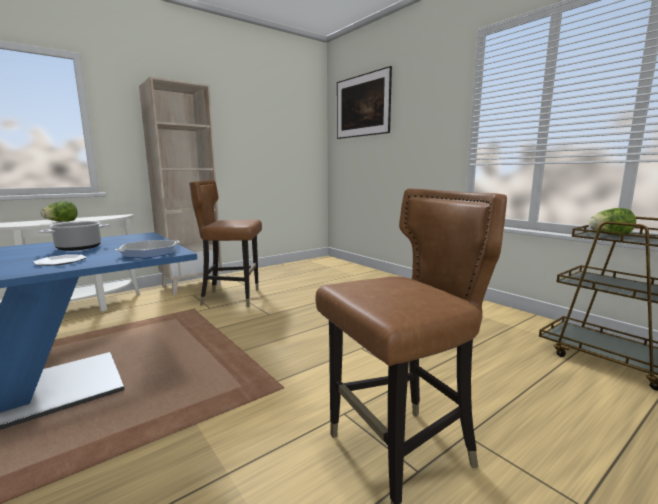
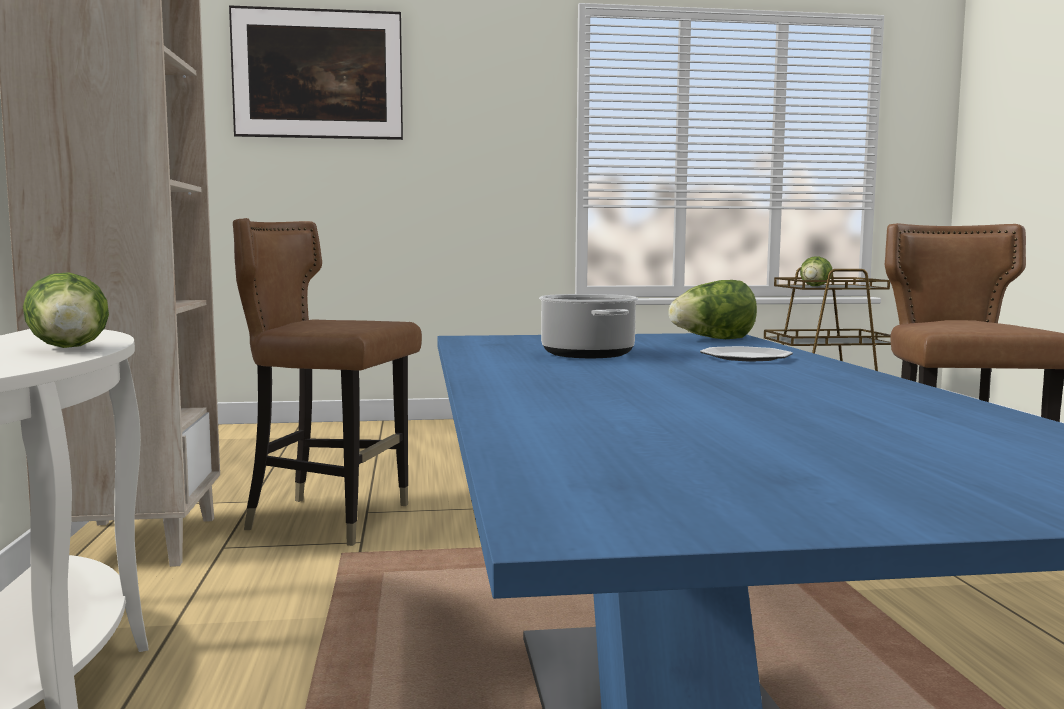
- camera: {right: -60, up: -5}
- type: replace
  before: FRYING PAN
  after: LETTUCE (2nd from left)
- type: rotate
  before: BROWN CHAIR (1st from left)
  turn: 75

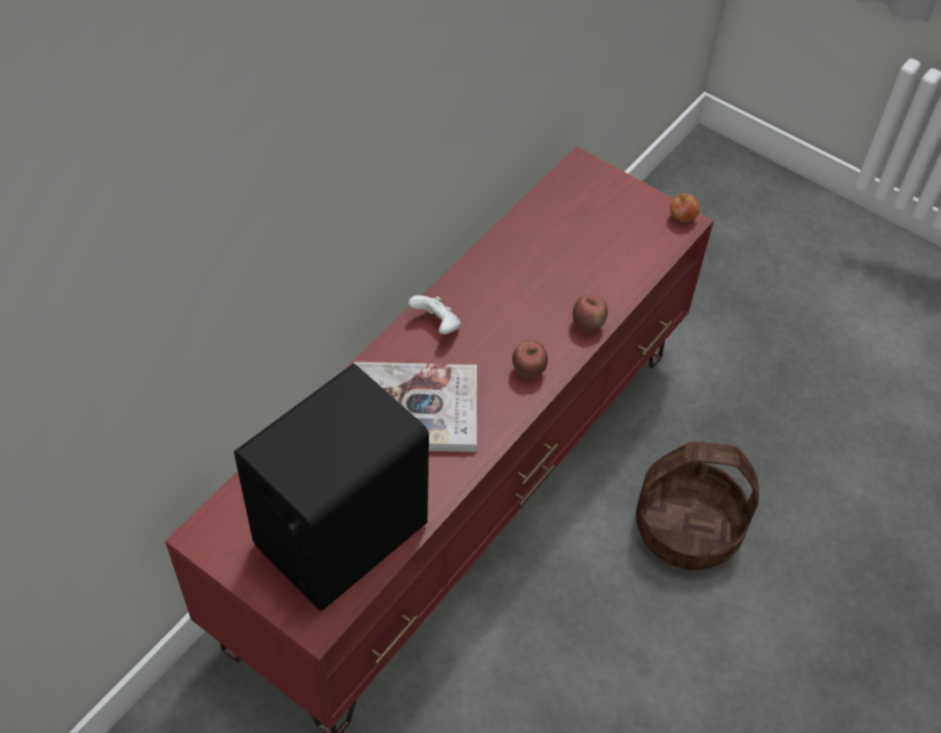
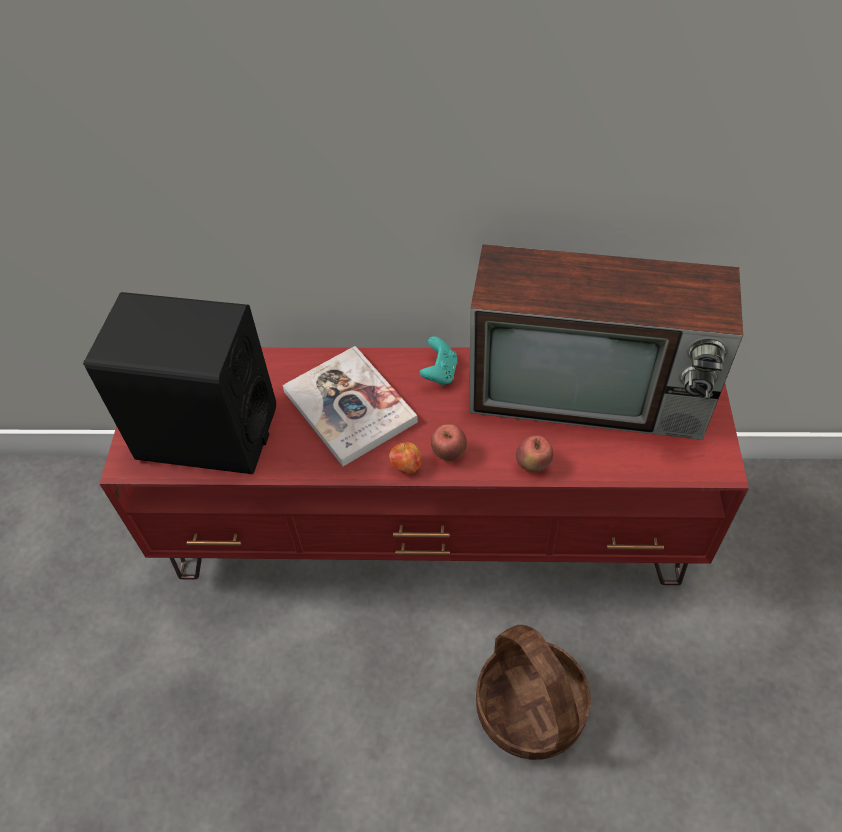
- camera: {right: 60, up: 0}
- type: insert
  after: TELEVISION
- type: move
  before: APPLE (3rd from left in the first image)
  after: APPLE (1st from left)
- type: recolor
  before: WHITE GAME CONTROLLER
  after: TURQUOISE GAME CONTROLLER

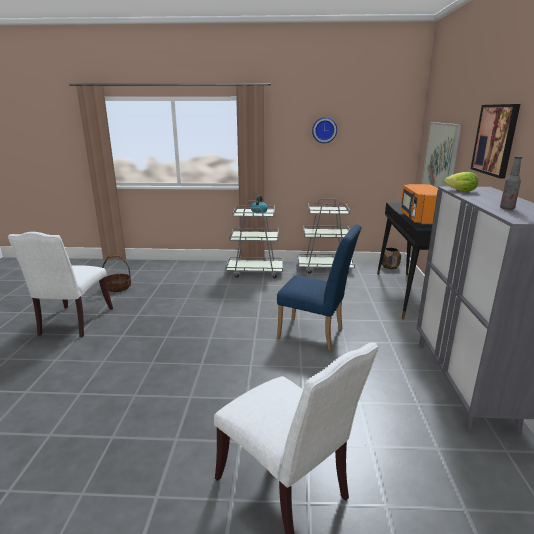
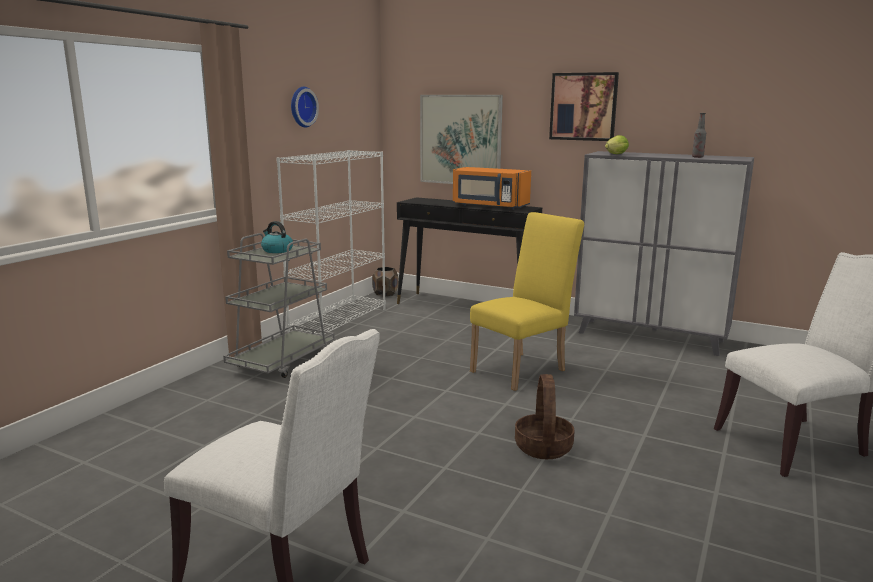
- camera: {right: -65, up: -5}
- type: move
  before: BASKET
- type: replace
  before: GREY CART (2nd from left)
  after: WHITE BOOKCASE
- type: recolor
  before: BLUE CHAIR
  after: YELLOW CHAIR

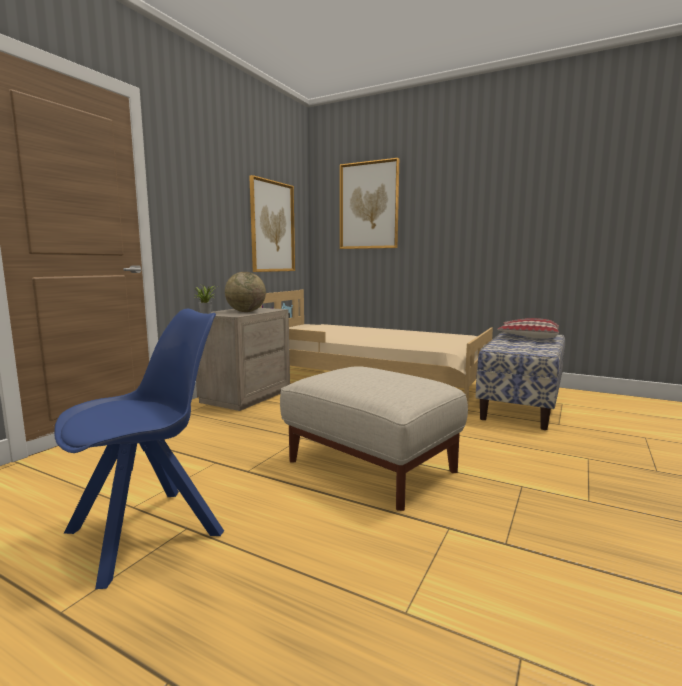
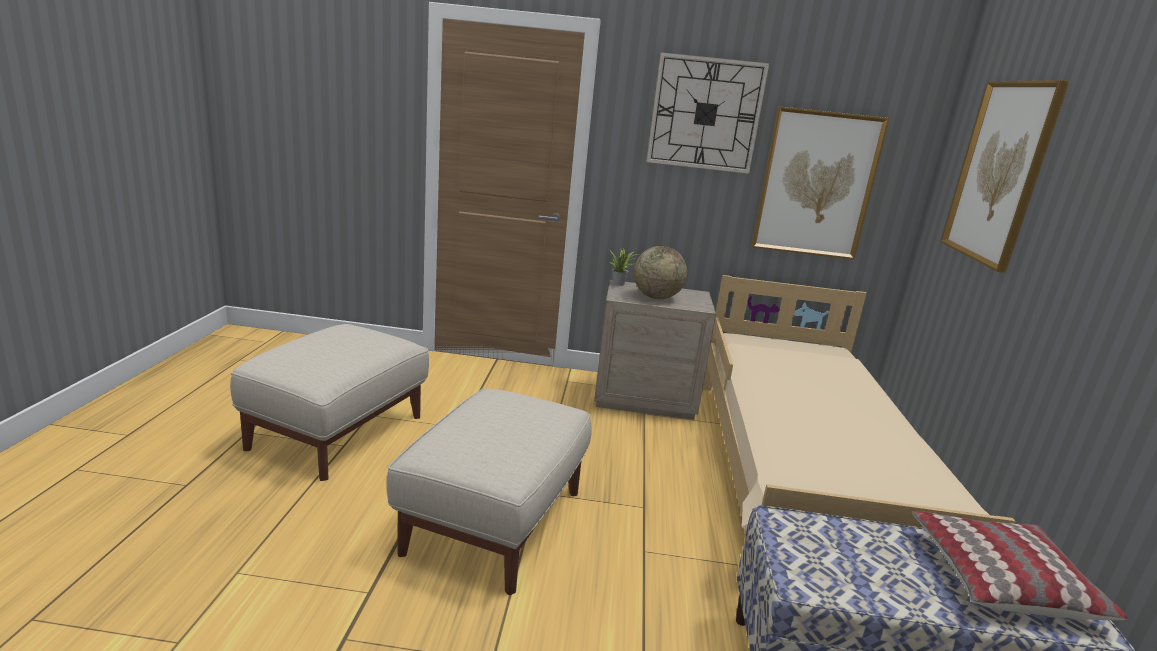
- camera: {right: 65, up: 10}
- type: insert
  after: WALL CLOCK
- type: replace
  before: BLUE CHAIR
  after: BEIGE OTTOMAN (1st from left)

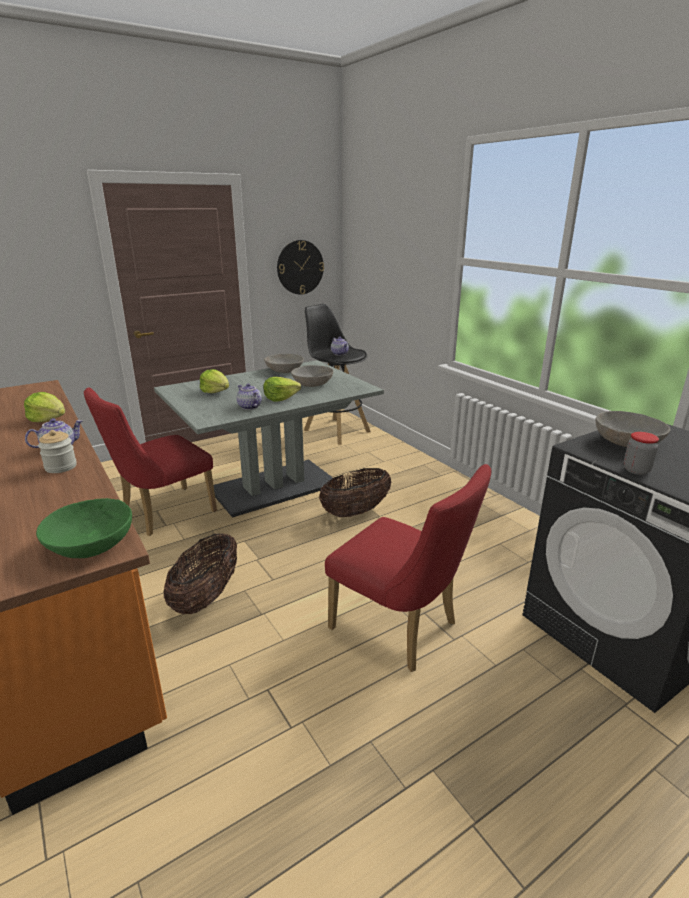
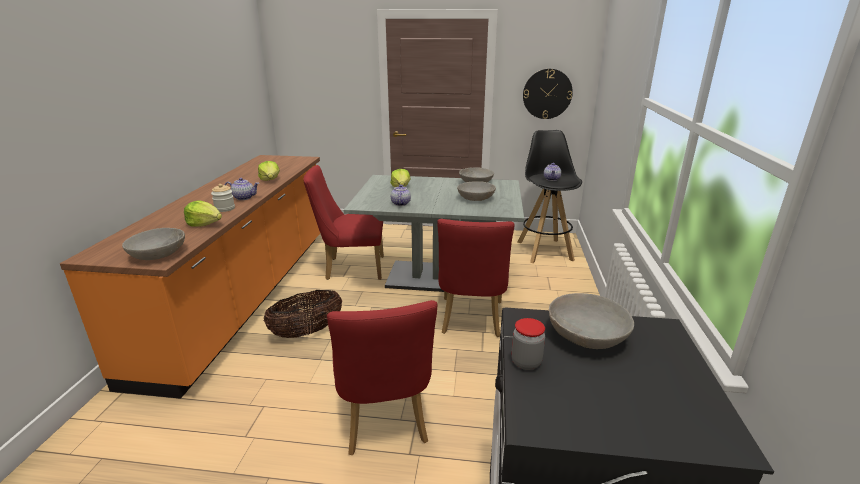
- camera: {right: 40, up: 0}
- type: move
  before: LETTUCE (3rd from left in the first image)
  after: LETTUCE (1st from left)
- type: replace
  before: BASKET (2nd from left)
  after: RED CHAIR (3rd from left)
- type: recolor
  before: GREEN BOWL
  after: GREY BOWL (1st from left)

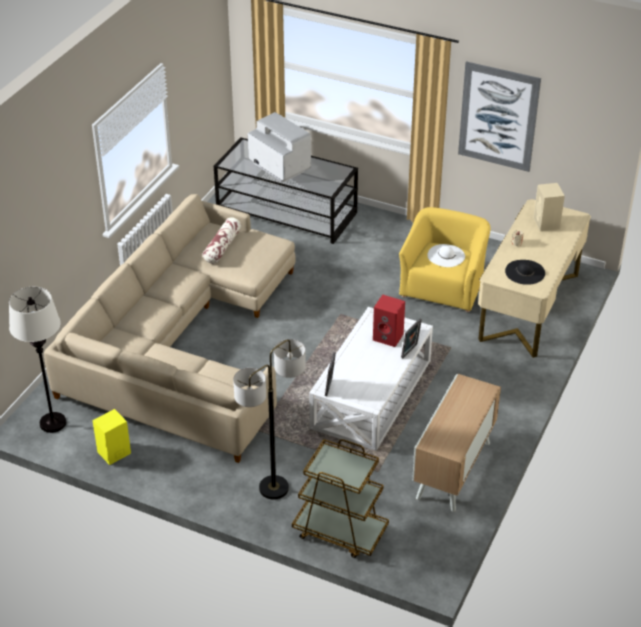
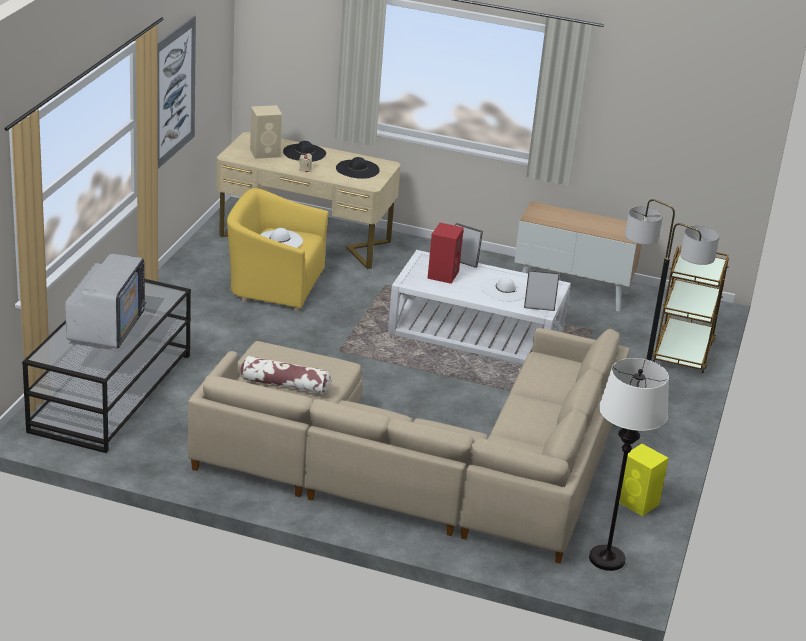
- camera: {right: -100, up: -10}
- type: insert
  after: BLACK HAT (1st from left)
- type: insert
  after: WHITE HAT (2nd from left)
- type: rotate
  before: TELEVISION
  turn: 150

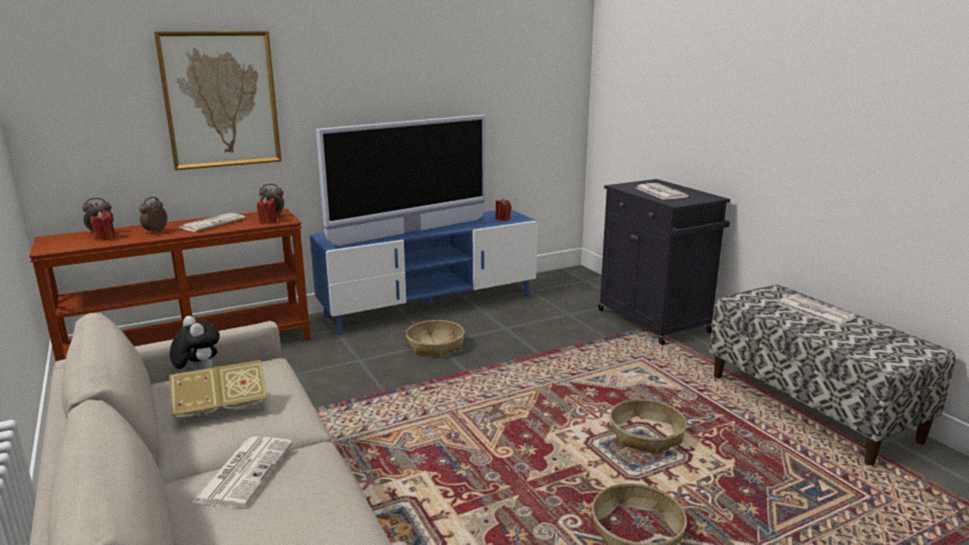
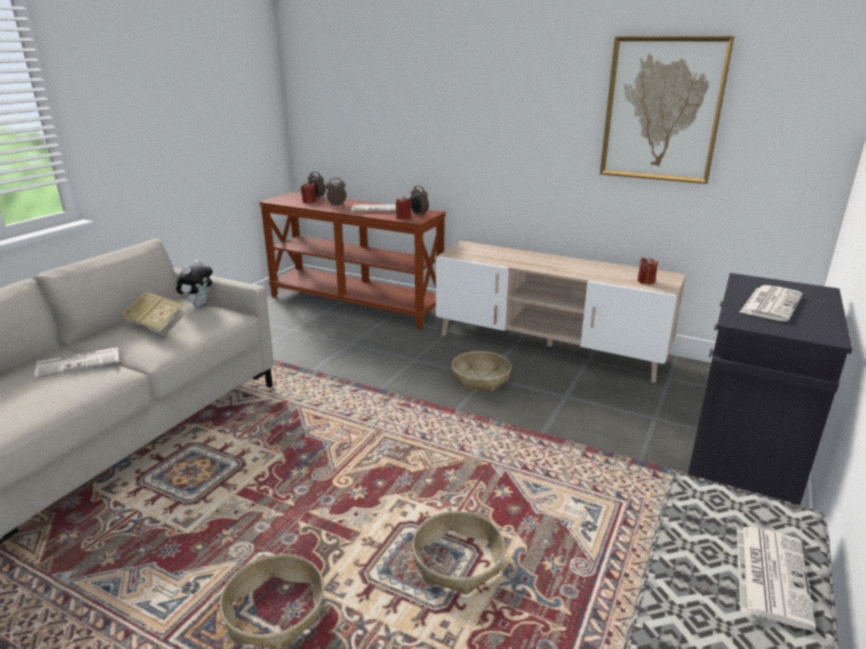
- camera: {right: 55, up: 5}
- type: delete
  before: TELEVISION
- type: move
  before: PICTURE
- type: recolor
  before: BLUE TV STAND
  after: BEIGE TV STAND

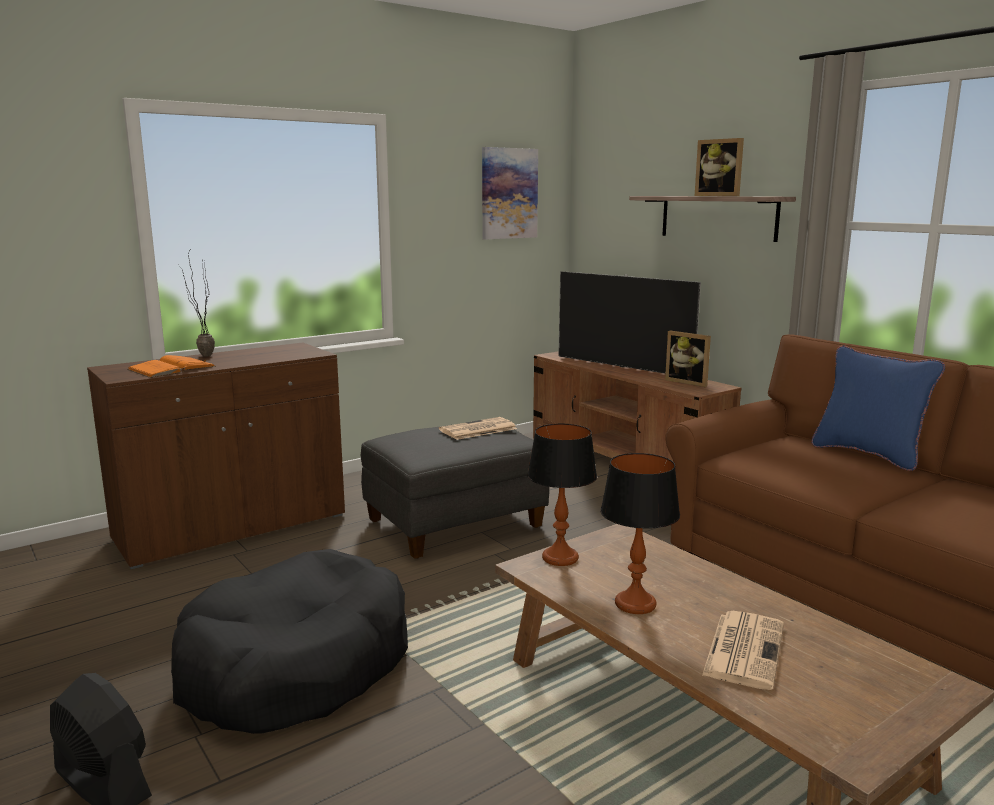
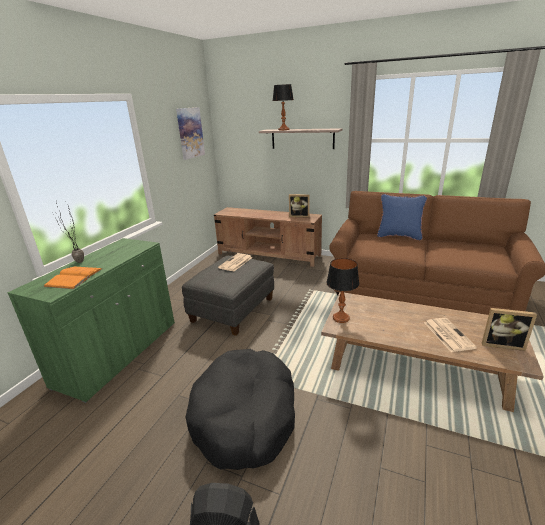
- camera: {right: -30, up: 10}
- type: delete
  before: TELEVISION
- type: move
  before: TABLE LAMP (2nd from left in the first image)
  after: TABLE LAMP (1st from left)
- type: move
  before: PICTURE FRAME (2nd from left)
- type: recolor
  before: BROWN CABINET
  after: GREEN CABINET

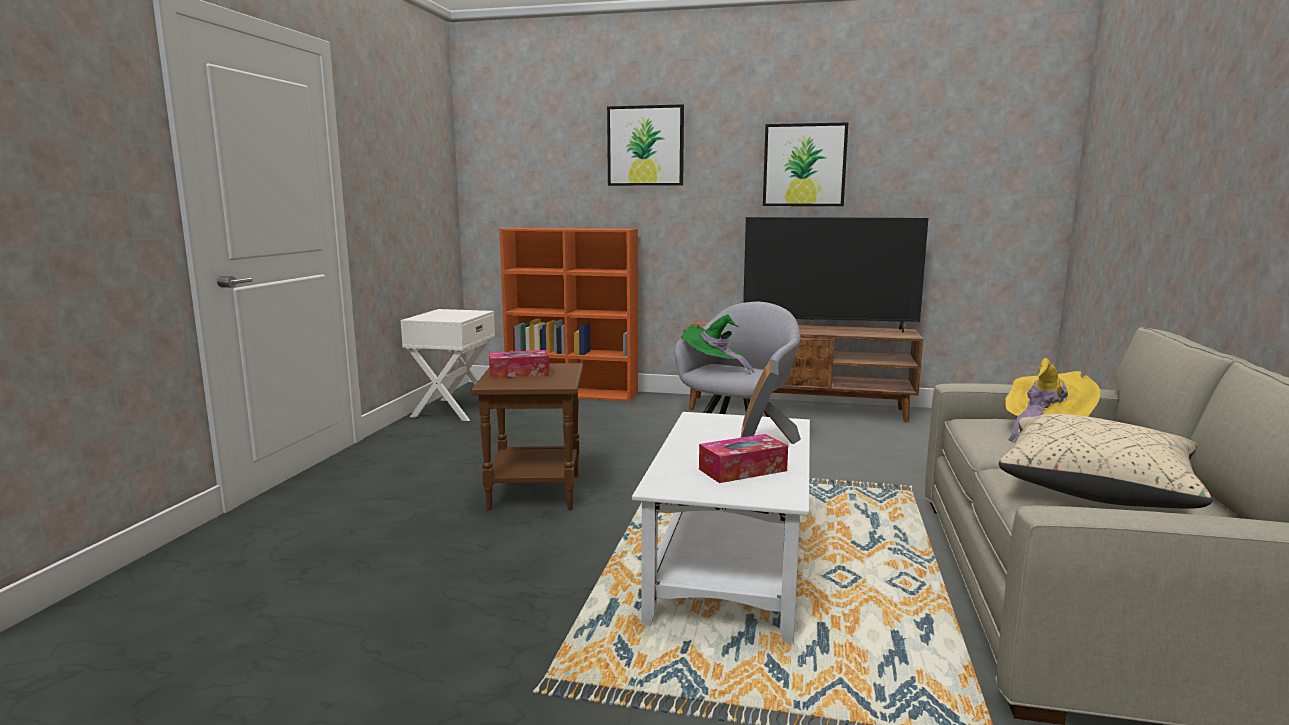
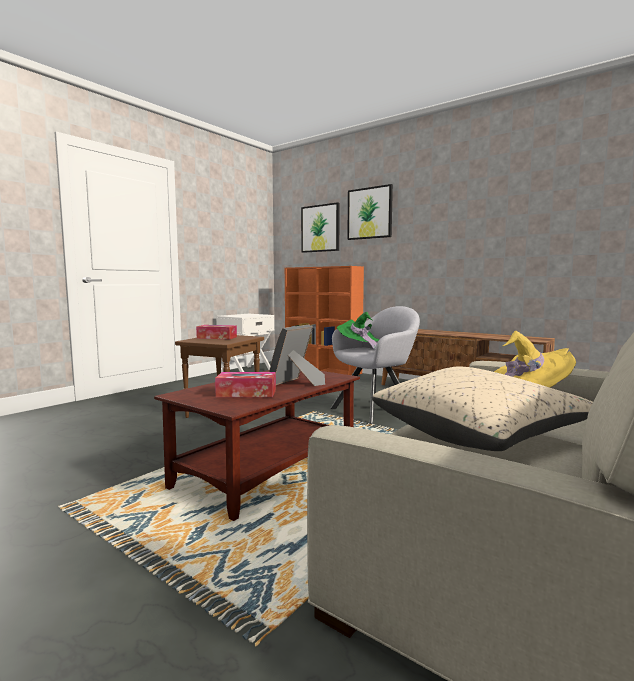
- camera: {right: 25, up: -5}
- type: delete
  before: TELEVISION
- type: move
  before: PICTURE (2nd from left in the first image)
  after: PICTURE (1st from left)
- type: recolor
  before: WHITE COFFEE TABLE
  after: BROWN COFFEE TABLE

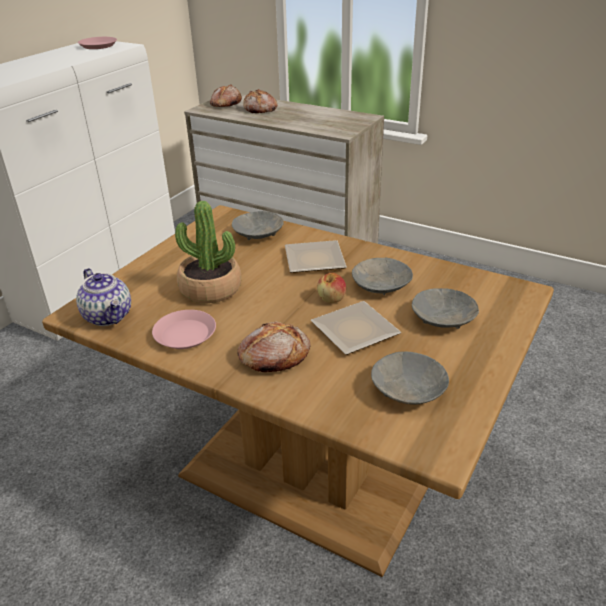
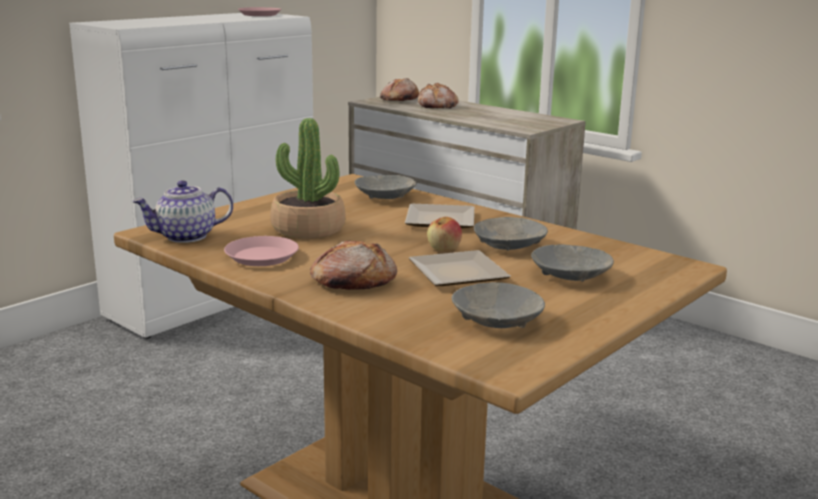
- camera: {right: 10, up: -15}
- type: rotate
  before: TEAPOT
  turn: 90

